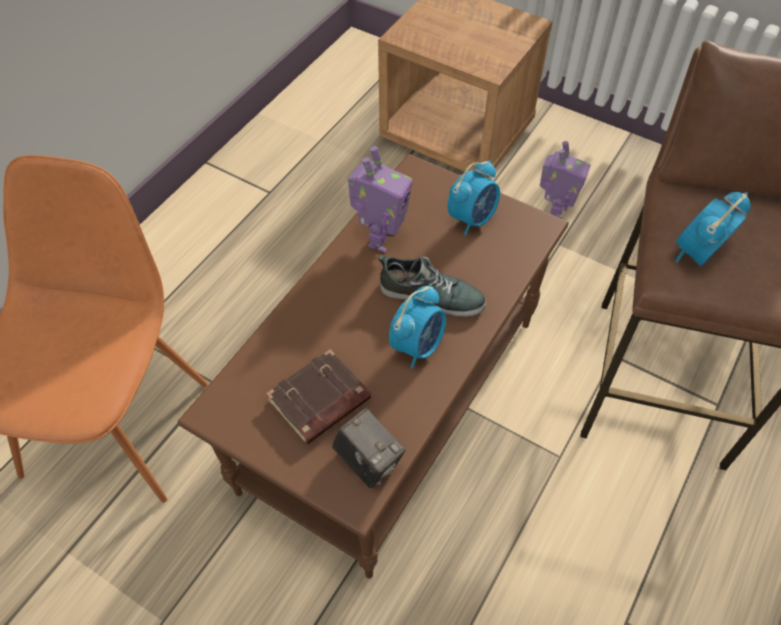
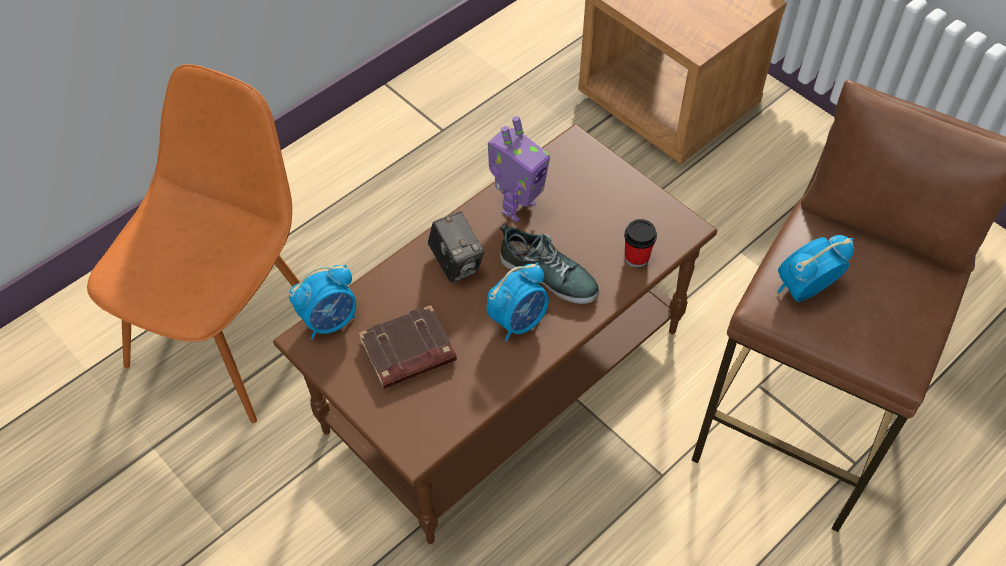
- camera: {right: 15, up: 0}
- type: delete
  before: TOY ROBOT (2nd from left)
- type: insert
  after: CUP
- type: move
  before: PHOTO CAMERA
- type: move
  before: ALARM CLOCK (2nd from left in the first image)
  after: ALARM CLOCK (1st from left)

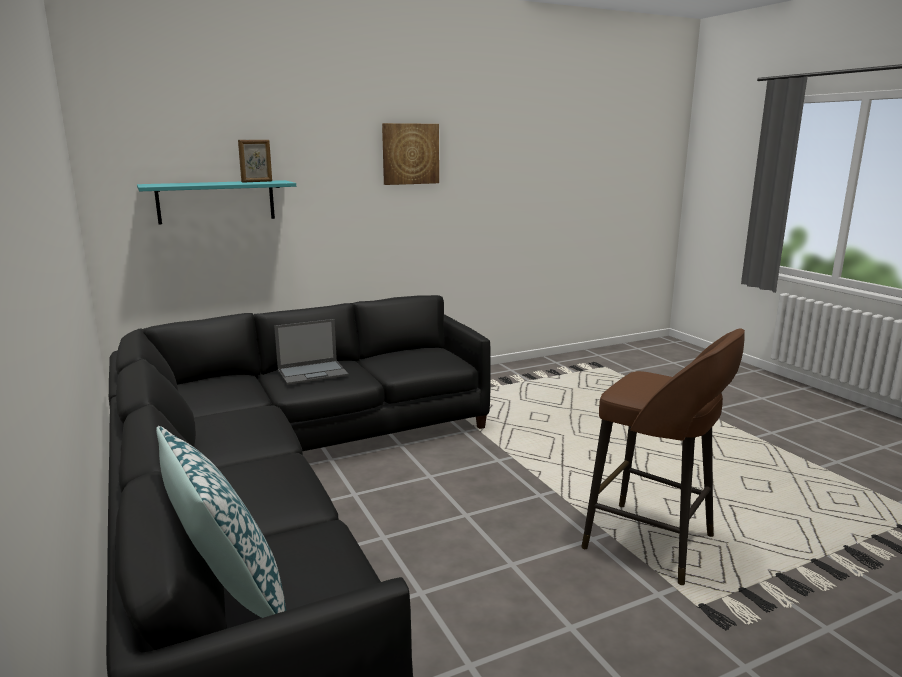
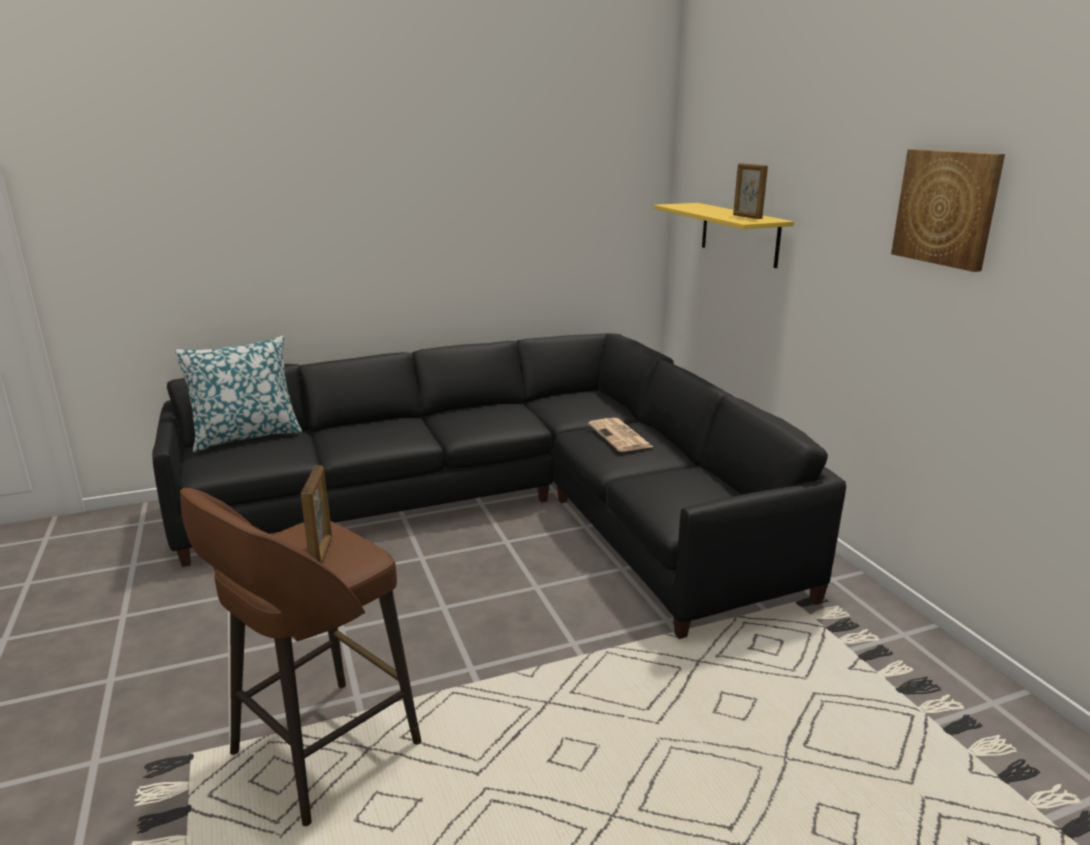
- camera: {right: 95, up: 5}
- type: insert
  after: PICTURE FRAME (1st from left)
- type: replace
  before: LAPTOP
  after: NEWSPAPER
- type: recolor
  before: TURQUOISE SHELF
  after: YELLOW SHELF

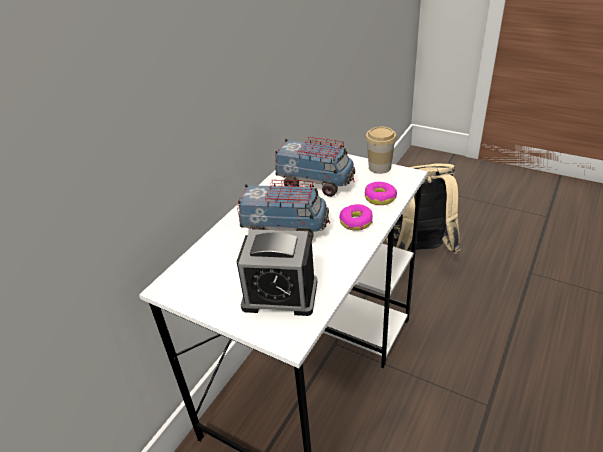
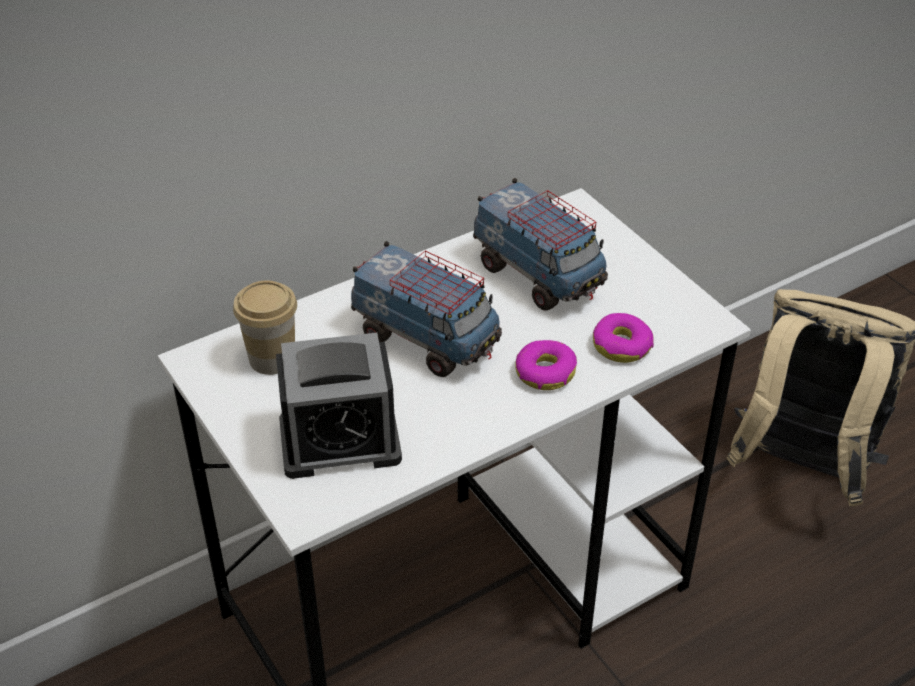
- camera: {right: 25, up: 5}
- type: move
  before: CUP
- type: rotate
  before: ALARM CLOCK
  turn: -45

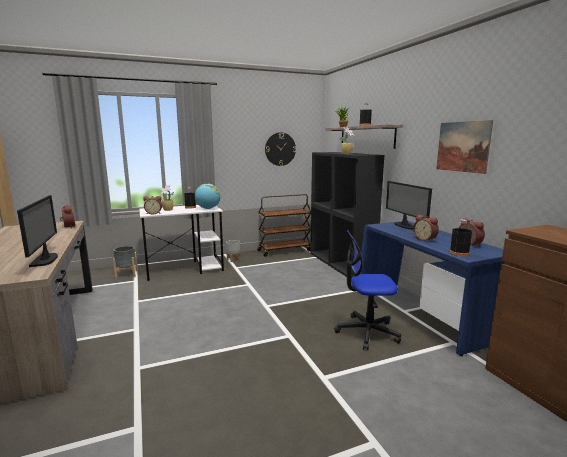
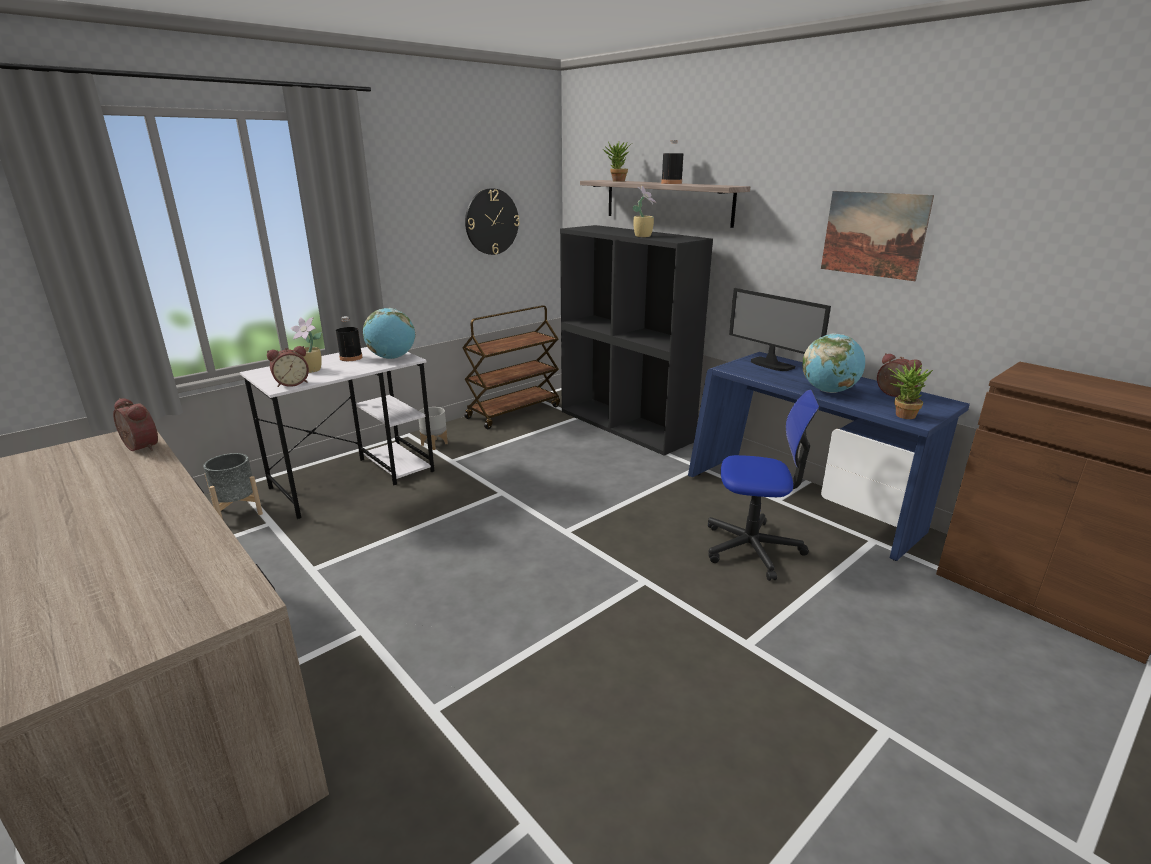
- camera: {right: -20, up: 10}
- type: delete
  before: MONITOR (1st from left)
- type: replace
  before: ALARM CLOCK (3rd from left)
  after: GLOBE (2nd from left)
- type: replace
  before: BLACK BOTTLE (3rd from left)
  after: POTTED PLANT (4th from left)
- type: rotate
  before: OFFICE CHAIR
  turn: -150

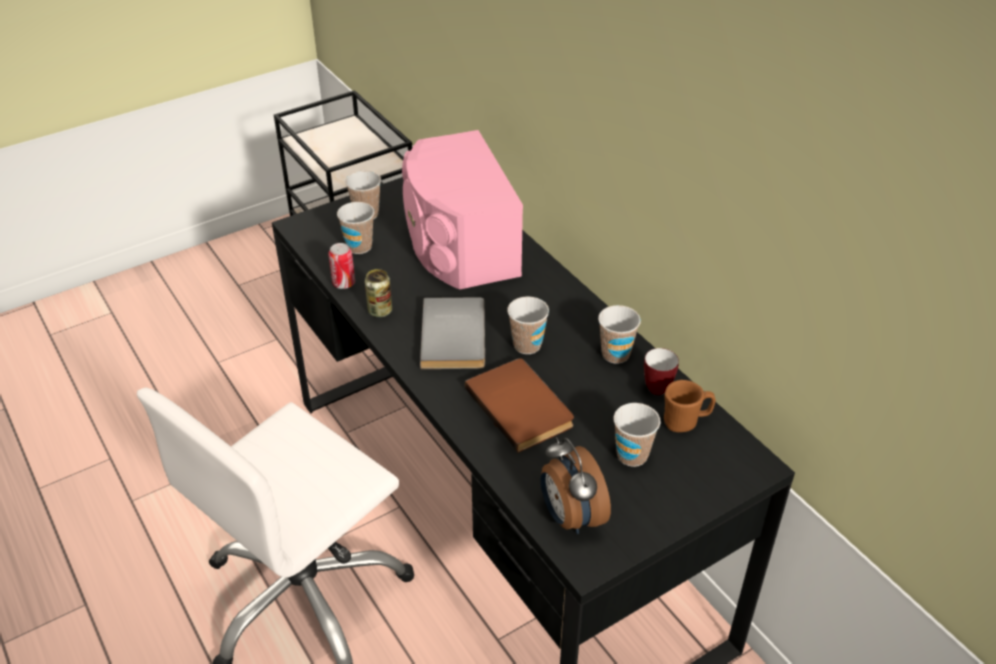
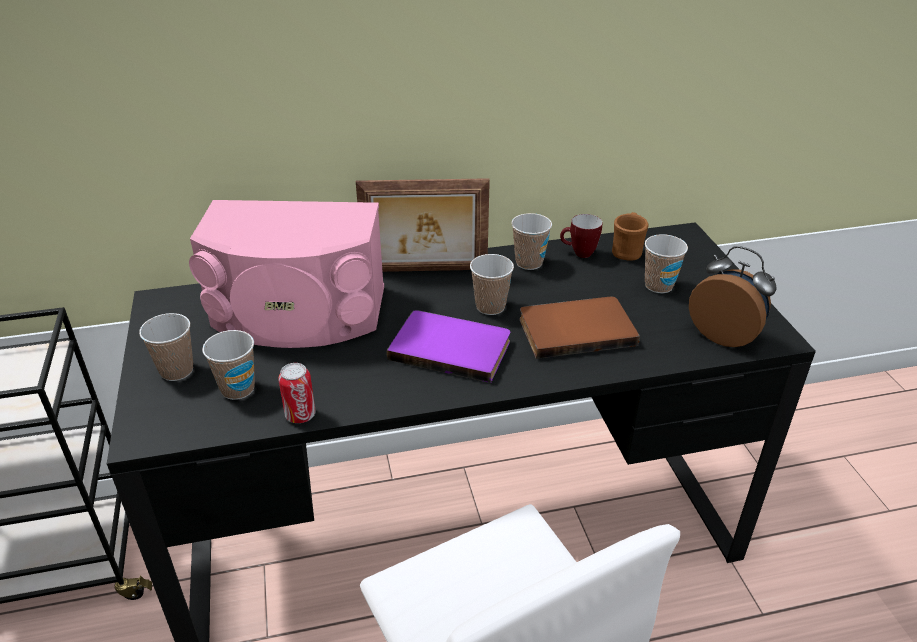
- camera: {right: -70, up: -5}
- type: delete
  before: CAN (2nd from left)
- type: insert
  after: PICTURE FRAME
- type: recolor
  before: GREY BOOK
  after: PURPLE BOOK
- type: rotate
  before: ALARM CLOCK
  turn: -135

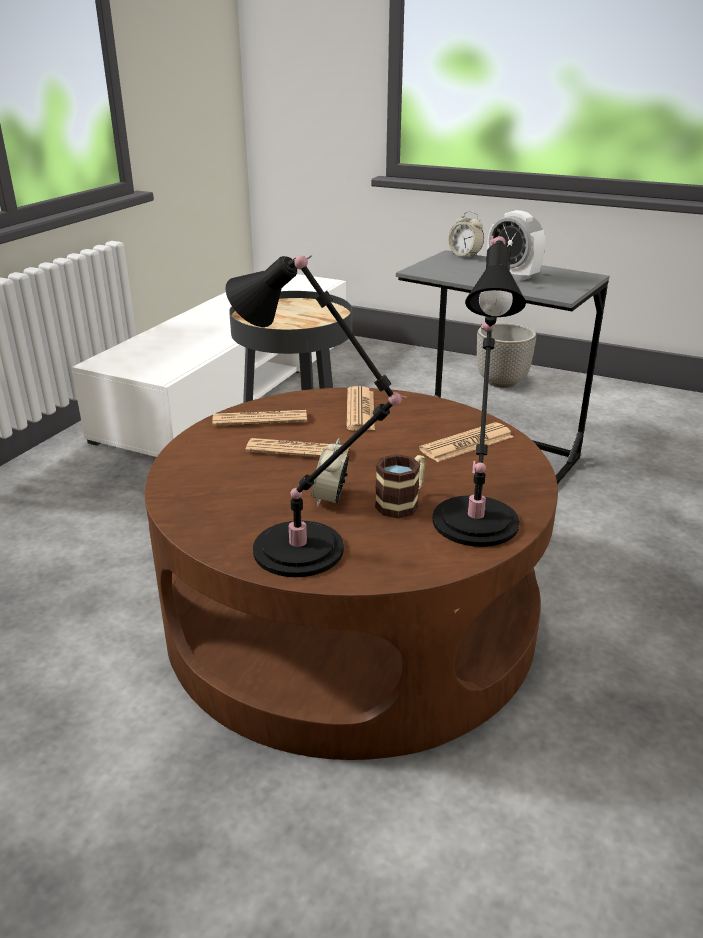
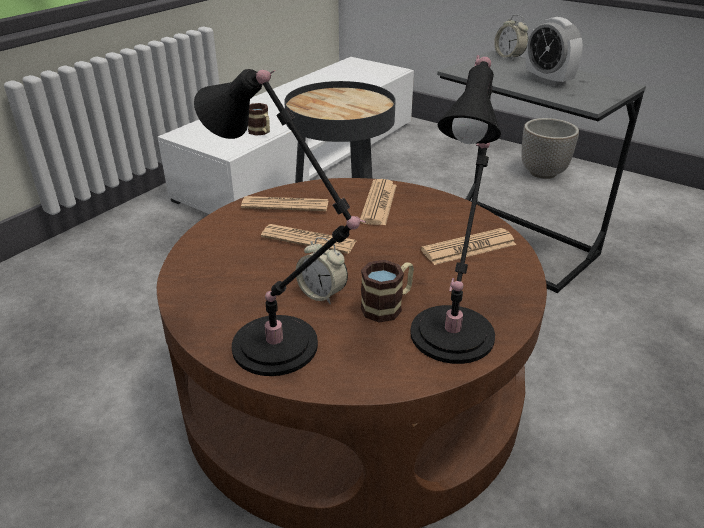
- camera: {right: 10, up: 5}
- type: insert
  after: MUG (1st from left)
- type: rotate
  before: ALARM CLOCK (1st from left)
  turn: -75

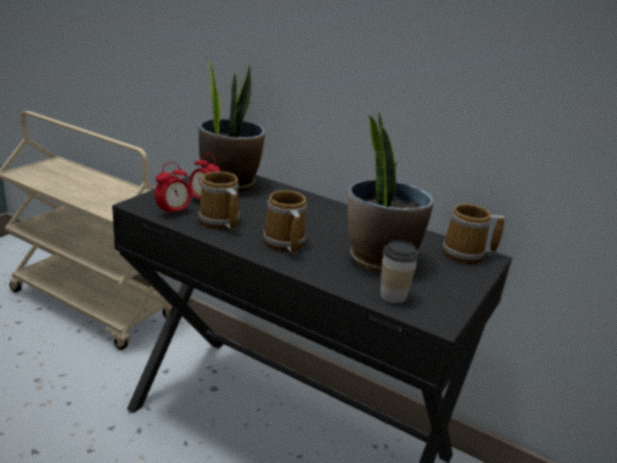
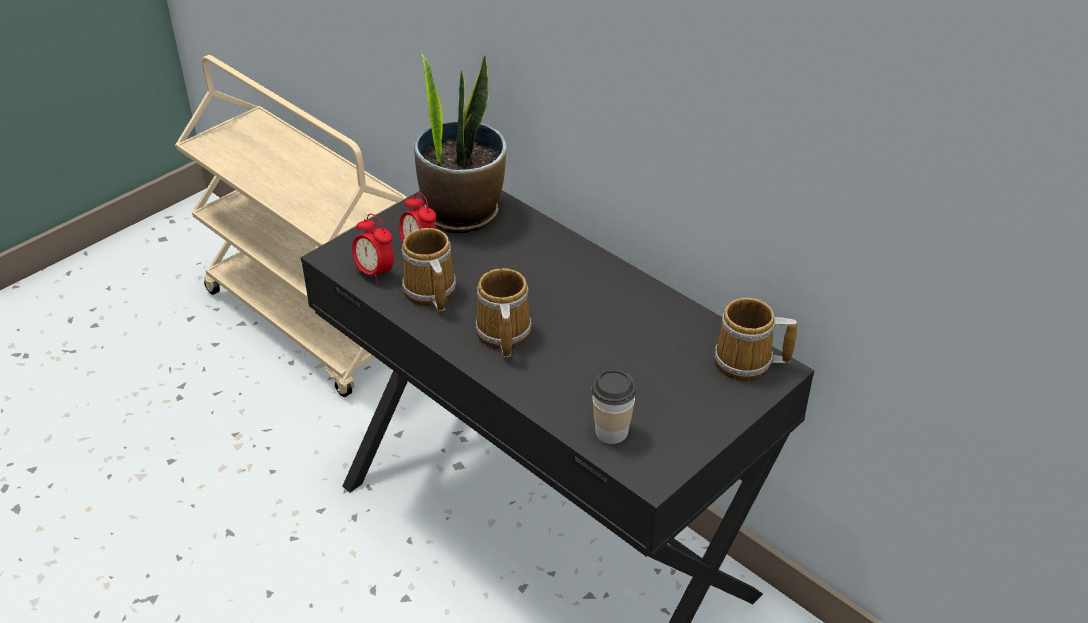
- camera: {right: 15, up: 15}
- type: delete
  before: POTTED PLANT (2nd from left)
- type: rotate
  before: ALARM CLOCK (1st from left)
  turn: 75

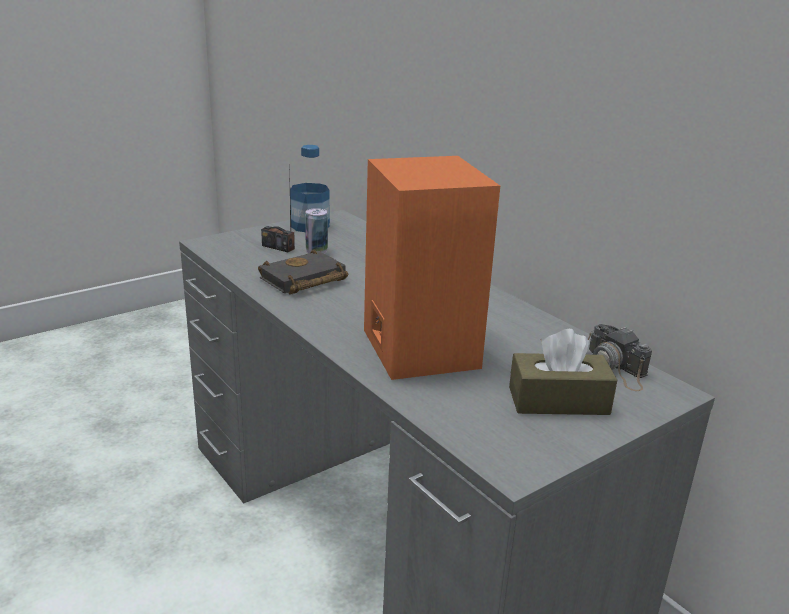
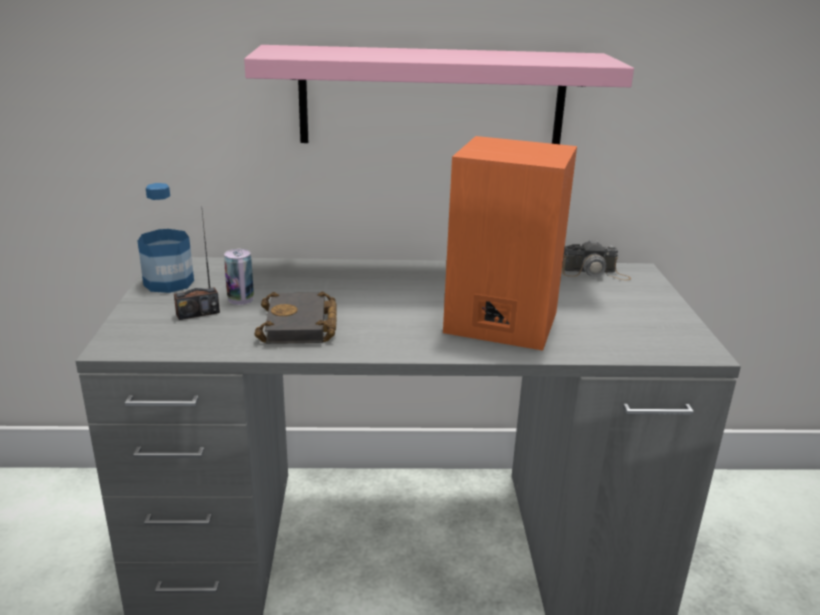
- camera: {right: -55, up: 0}
- type: delete
  before: BROWN TISSUE BOX
- type: insert
  after: PINK SHELF

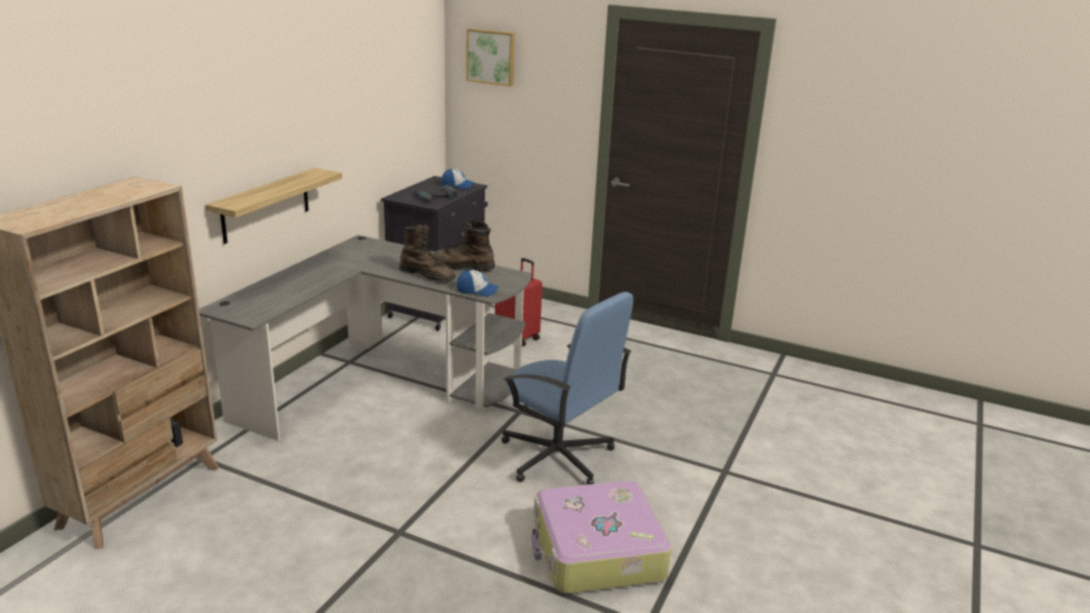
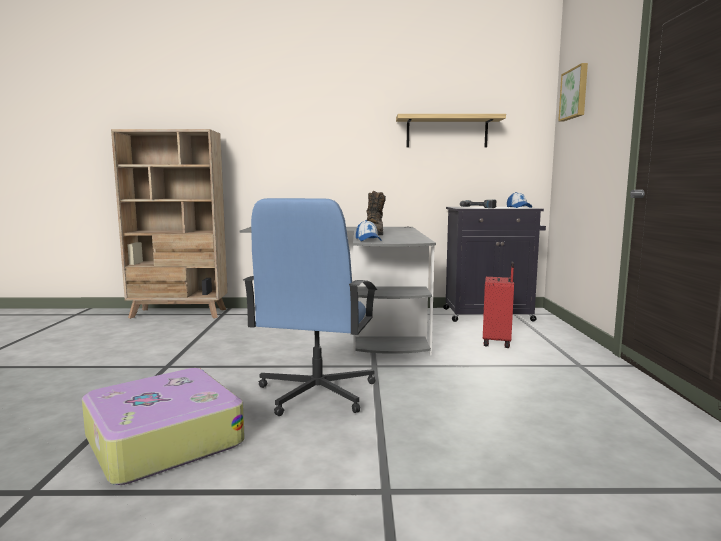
- camera: {right: 65, up: -15}
- type: delete
  before: BROWN BOOT (2nd from left)
- type: move
  before: SHELF

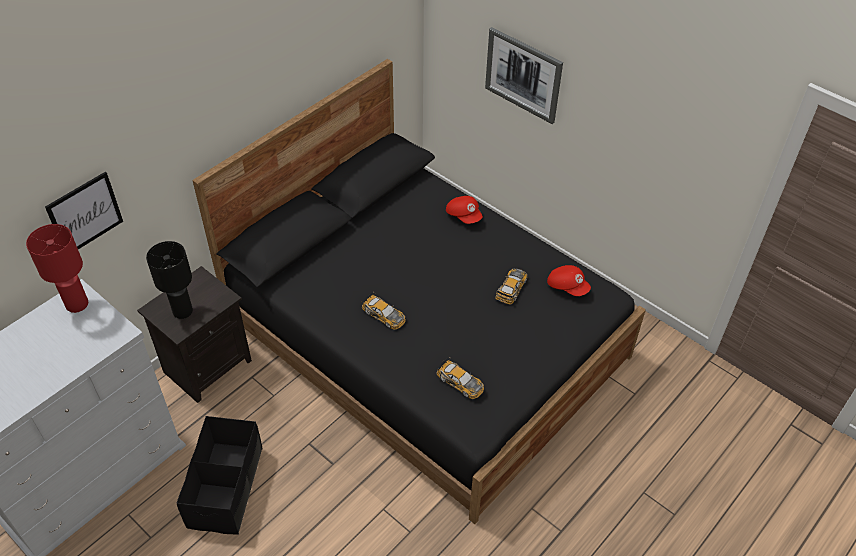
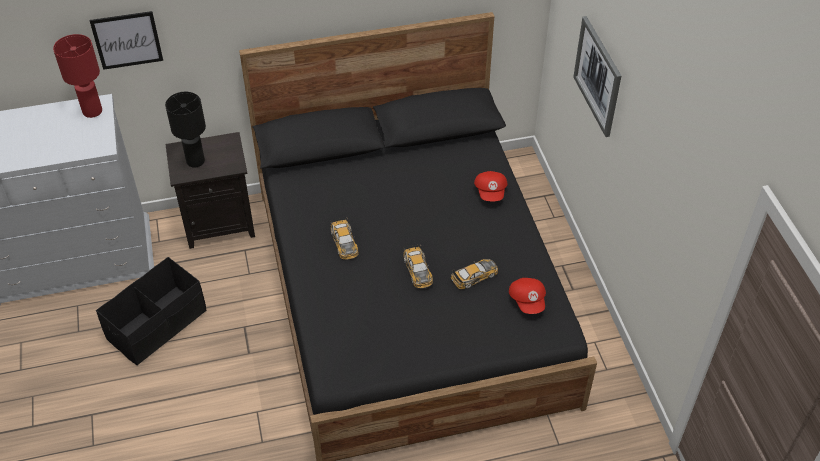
- camera: {right: 35, up: 0}
- type: move
  before: TOY CAR (2nd from left)

